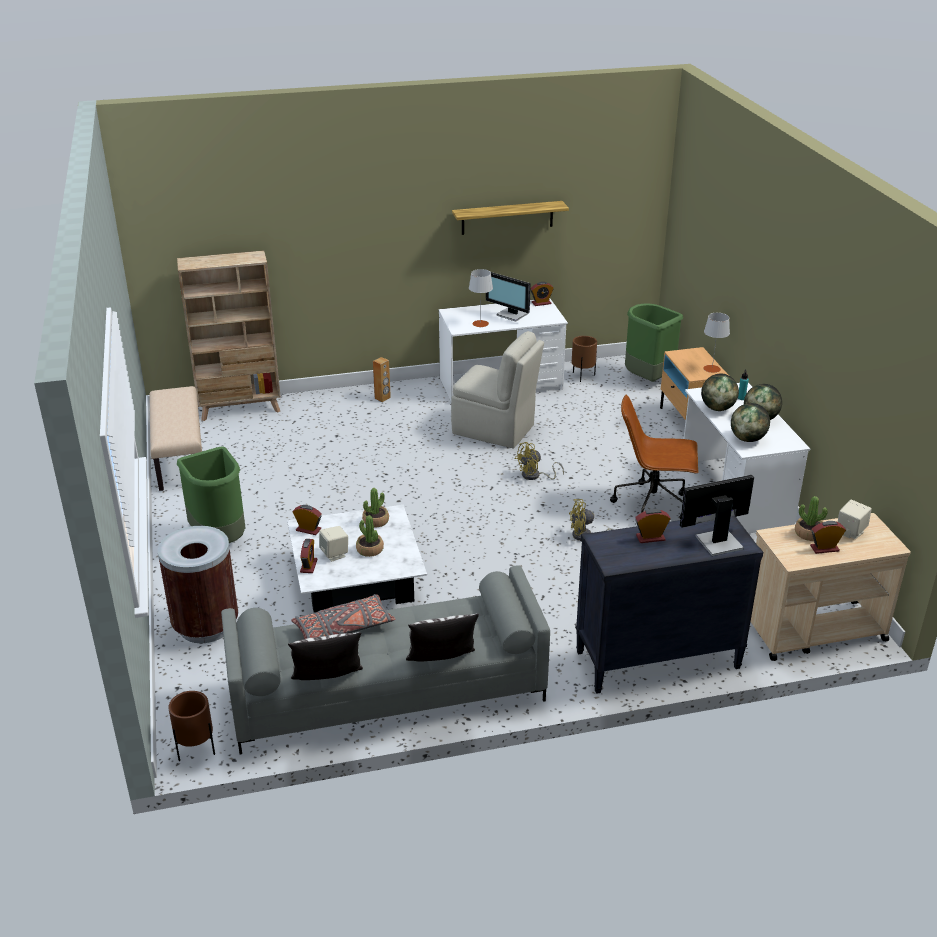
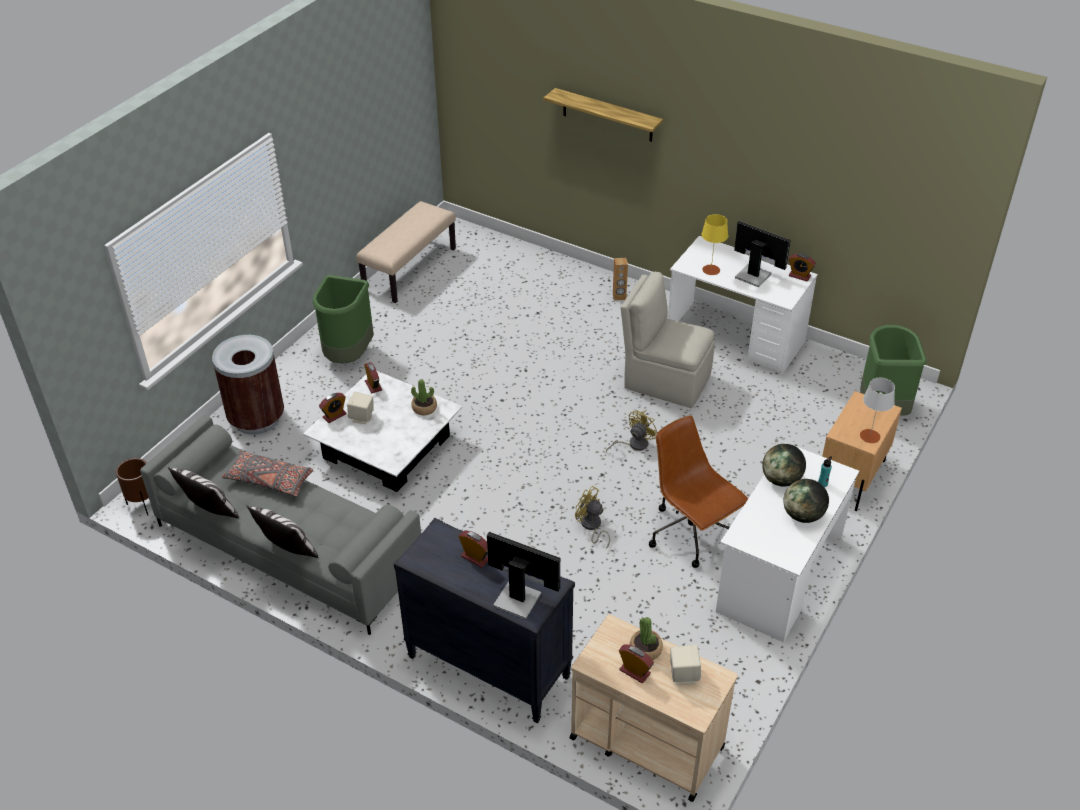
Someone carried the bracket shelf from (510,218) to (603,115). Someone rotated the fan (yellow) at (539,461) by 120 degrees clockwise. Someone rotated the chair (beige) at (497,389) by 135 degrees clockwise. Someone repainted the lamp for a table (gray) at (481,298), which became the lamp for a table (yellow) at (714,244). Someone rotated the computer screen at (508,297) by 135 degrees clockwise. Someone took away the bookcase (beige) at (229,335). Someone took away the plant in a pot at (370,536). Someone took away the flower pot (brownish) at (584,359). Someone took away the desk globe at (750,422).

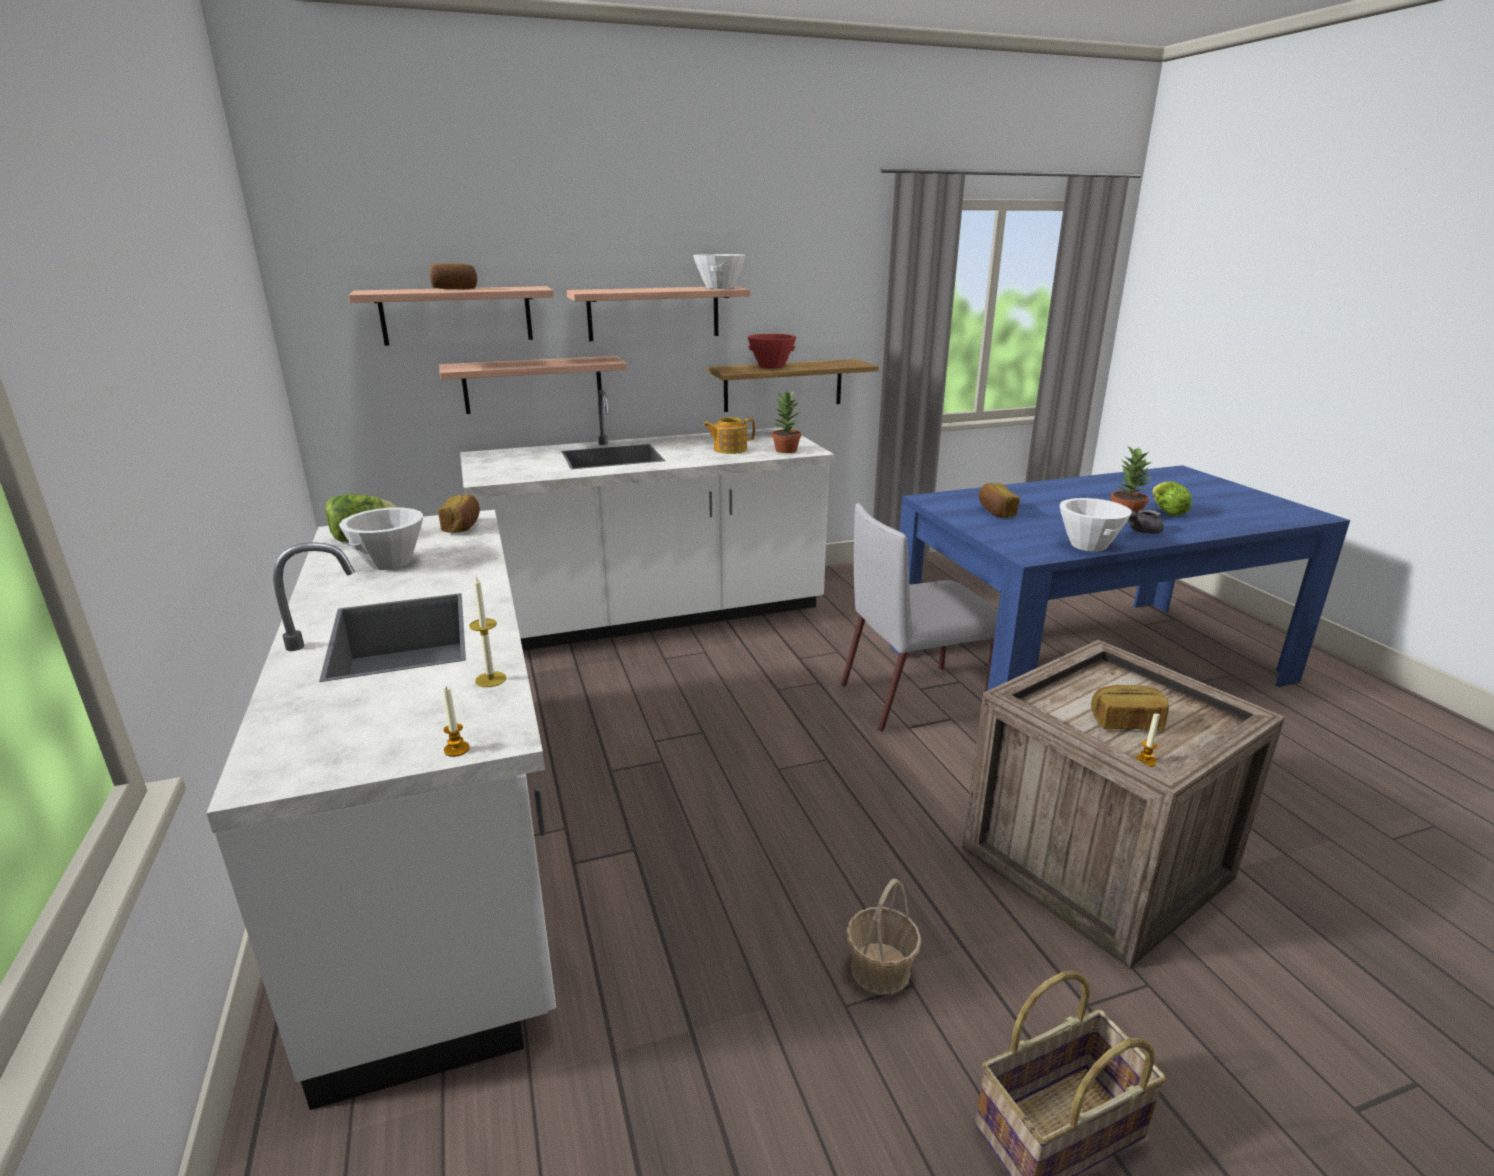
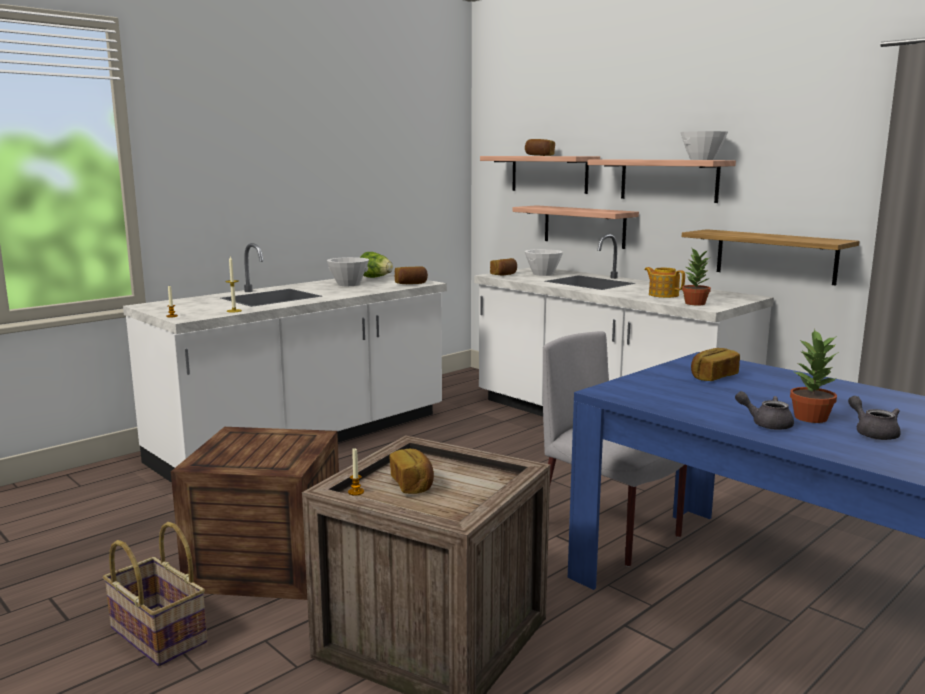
Someone swapped the household basket at (884,936) for the shipping crate at (255,513). Someone put down the bakery bread at (503,266). Someone carried the bowl (white-coloured) from (1096,525) to (544,262). Someone swapped the lettuce head at (1172,498) for the teapot (gray) at (874,418). Someone took away the bowl (reddish) at (771,351).

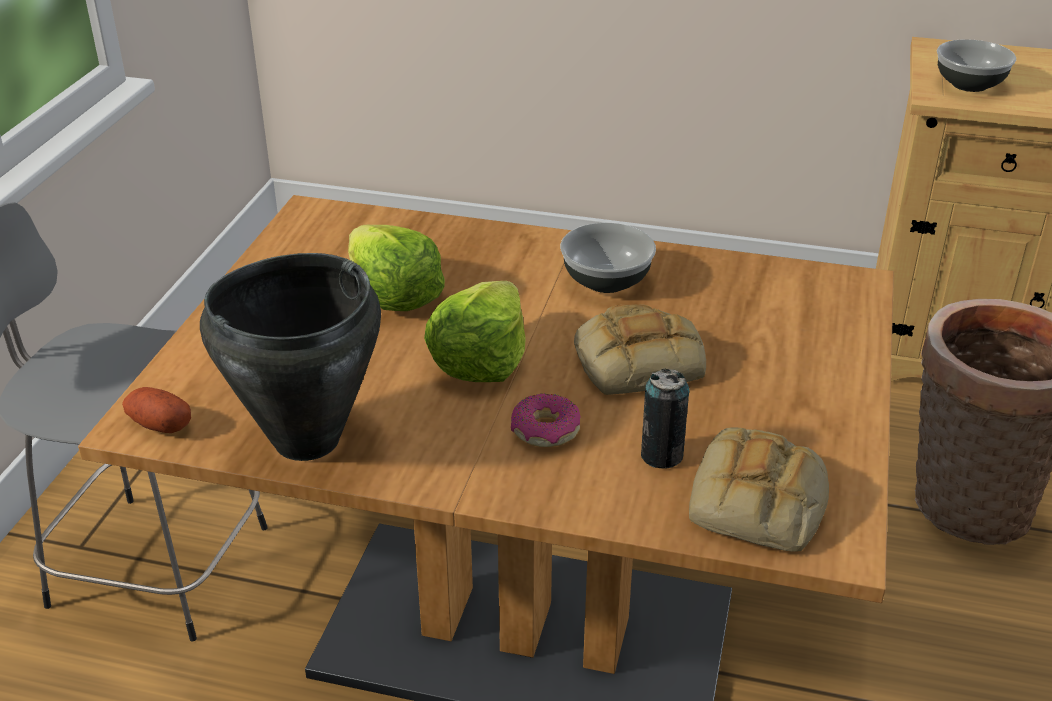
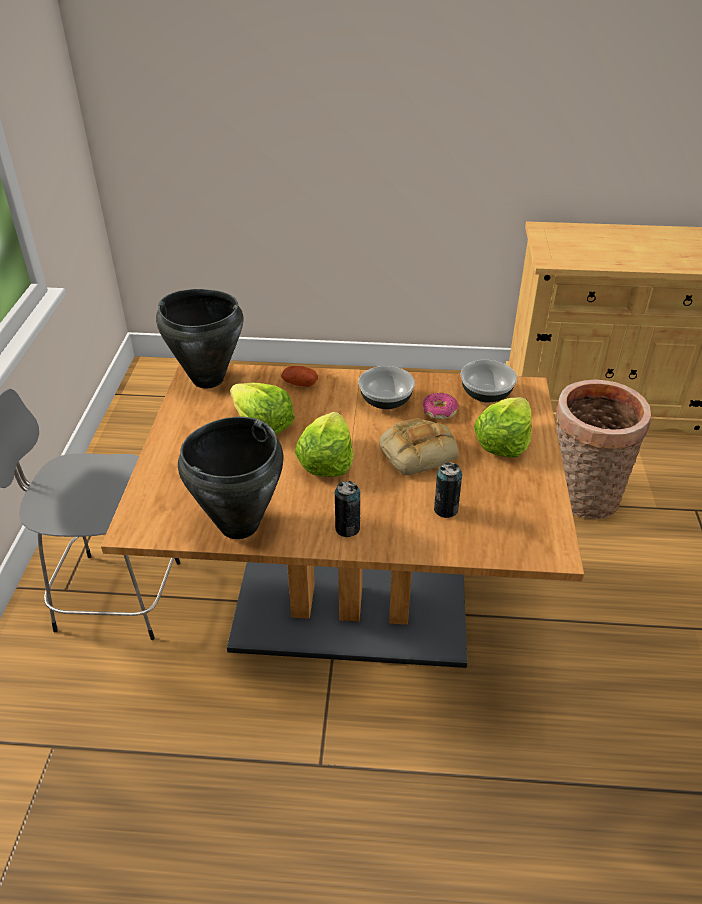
Someone put down the cooking pot (blackish) at (200,338). Someone carried the whole potato from (156,410) to (299,376). Someone put down the sealed can at (347,509). Someone carried the doughnut from (546,420) to (440,406). Someone carried the bowl from (976,65) to (489,381). Someone put down the lettuce head at (502,427). Someone took away the bakery bread at (759,490).

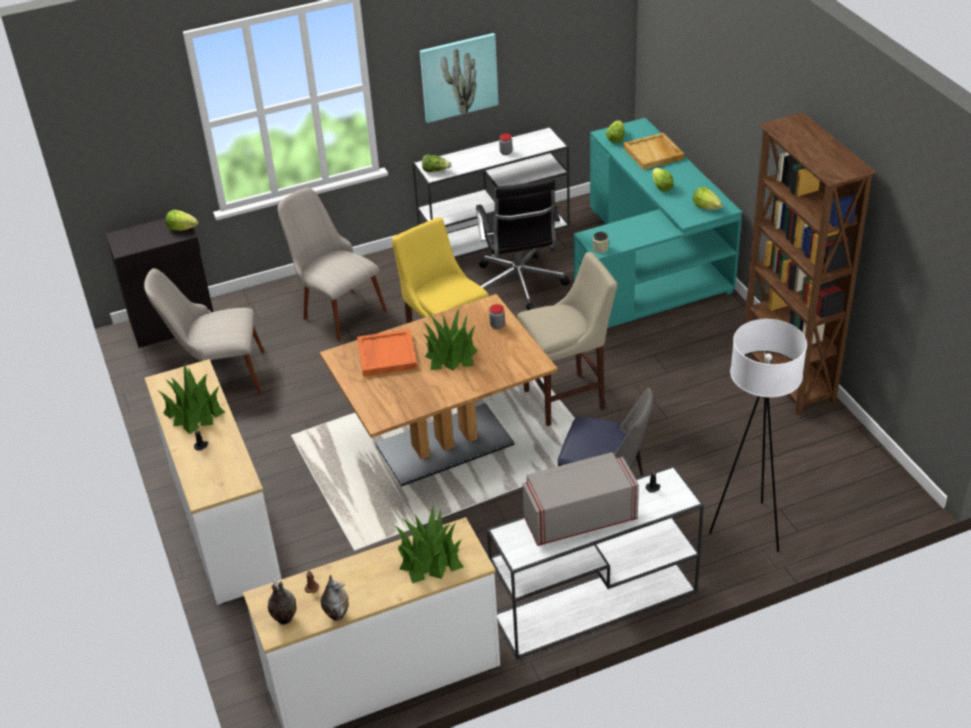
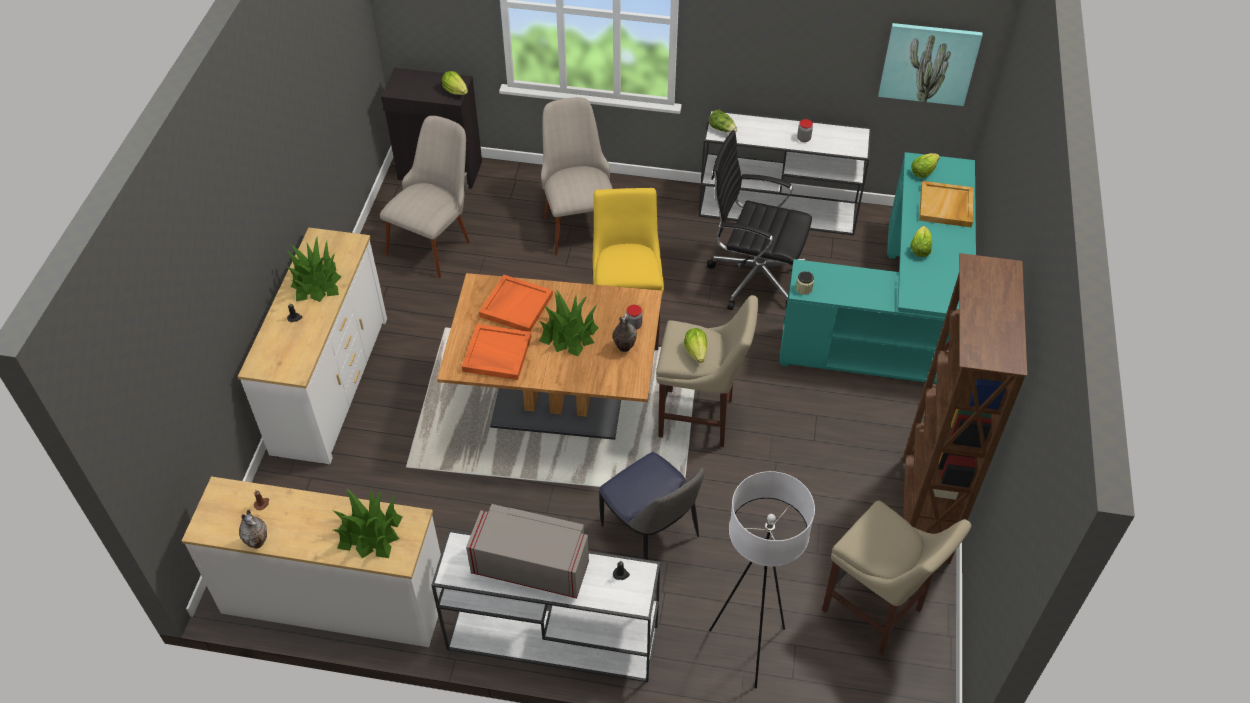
Someone rotated the chair (beige) at (204,331) by 90 degrees clockwise. Someone put down the serving tray (orange) at (496,352). Someone carried the vase from (282,602) to (625,332). Someone carried the lettuce head from (707,198) to (695,345). Someone rotated the office chair (blackish) at (523,244) by 90 degrees clockwise. Someone put down the stool (beige) at (896,578). Someone carried the wall picture from (459,78) to (930,64).

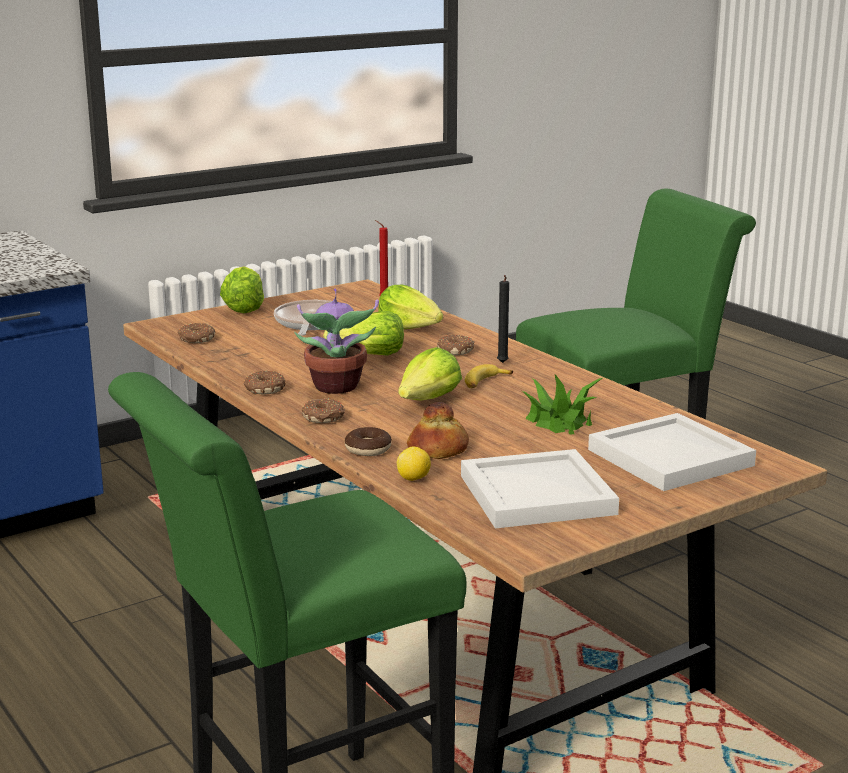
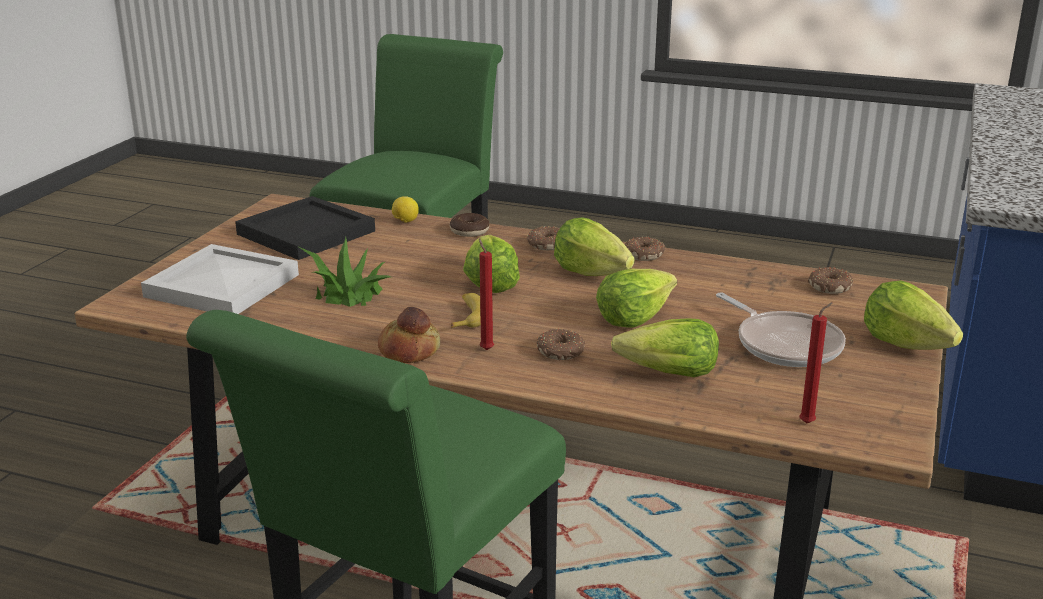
Someone repainted the serving tray (white-coloured) at (540,488), which became the serving tray (blackish) at (305,228). Someone carried the bakery bread from (438,430) to (409,335). Someone repainted the candle (blackish) at (503,319), which became the candle (reddish) at (486,294). Someone swapped the plant in a pot at (336,341) for the lettuce head at (594,246).

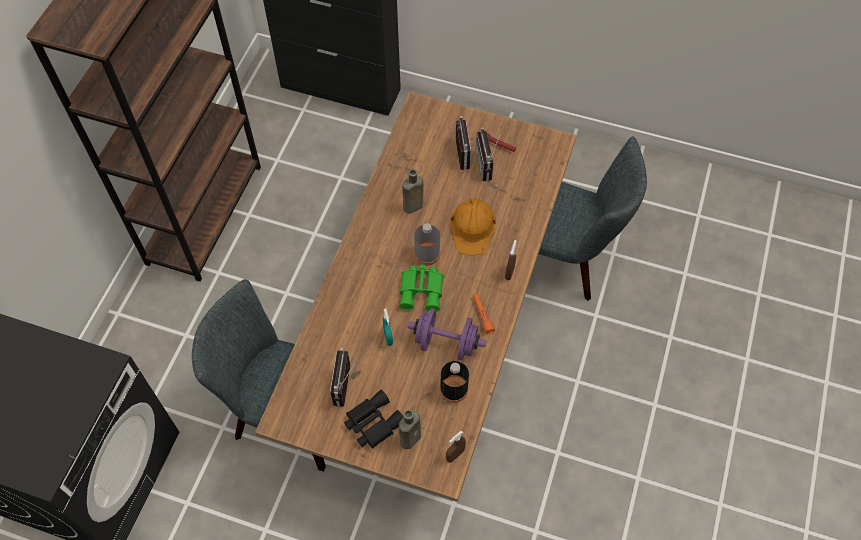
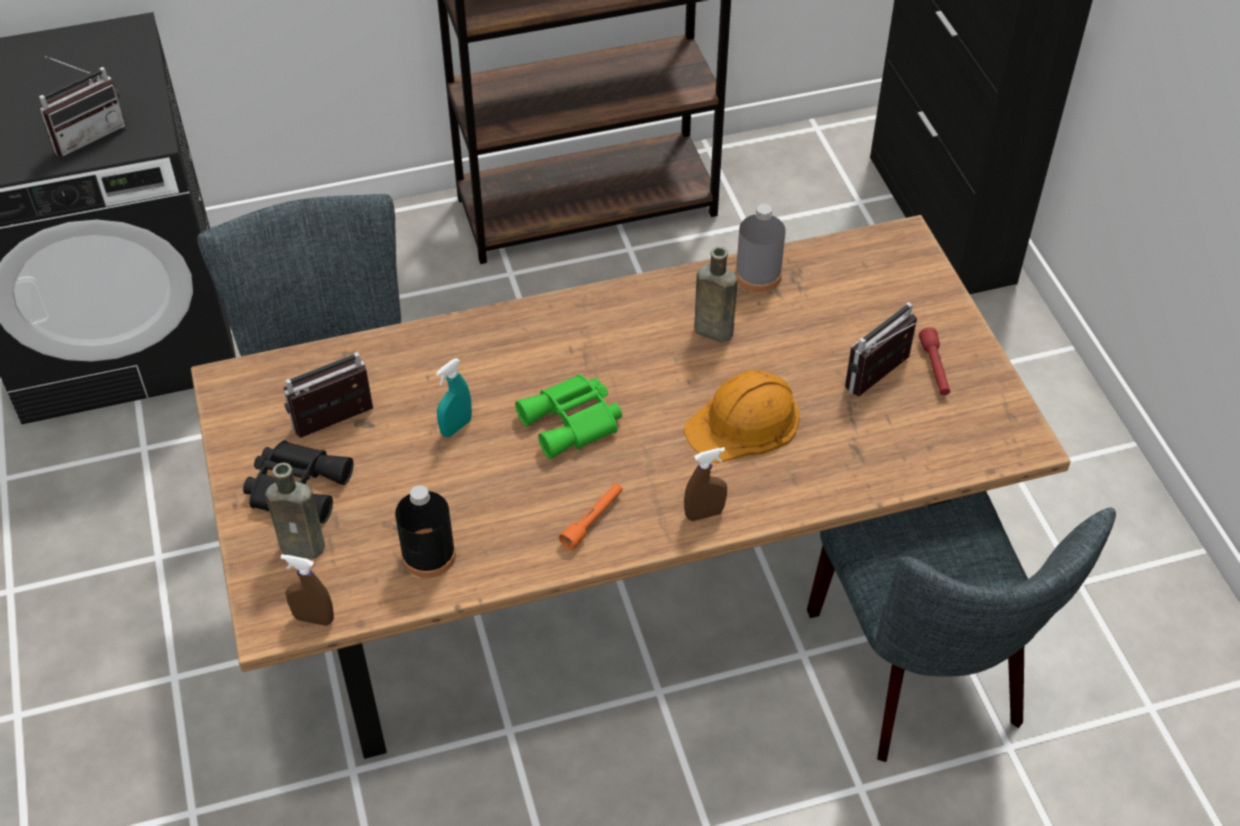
Someone carried the radio receiver from (459,143) to (82,106). Someone carried the beverage bottle (gray) from (427,244) to (760,248). Someone took away the dumbbell (purple) at (446,334).

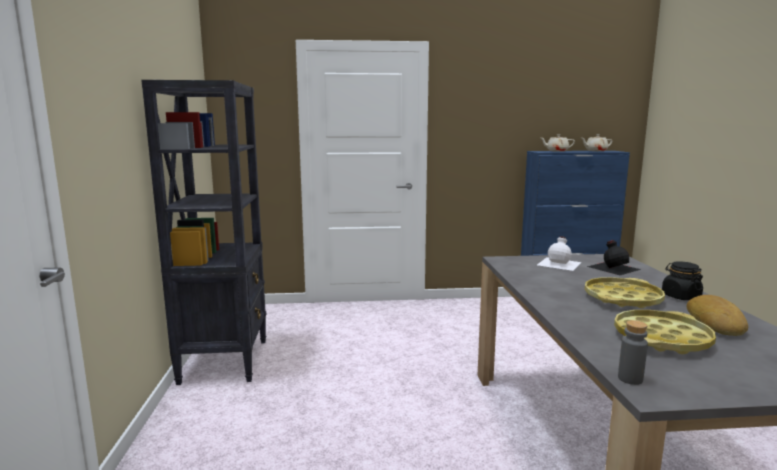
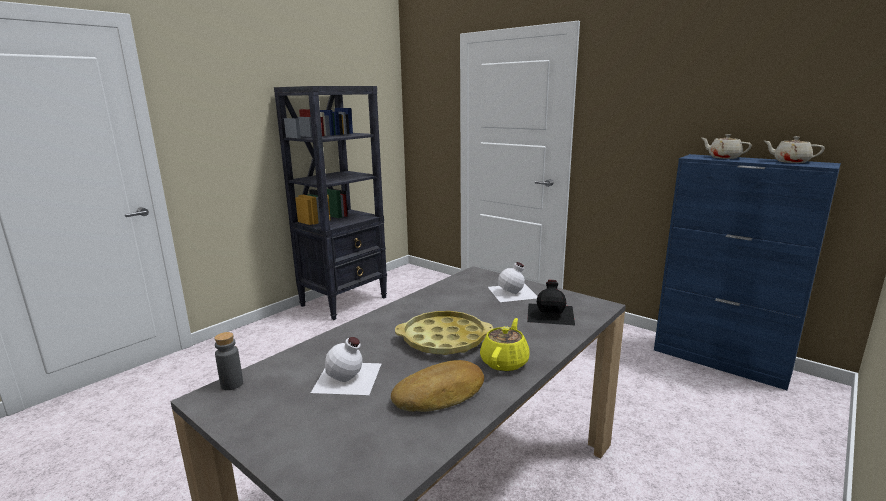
Someone swapped the serving tray (yellow) at (665,332) for the beverage bottle (white-coloured) at (346,366). Someone swapped the jar (blackish) at (682,280) for the teapot (yellow) at (505,345).

